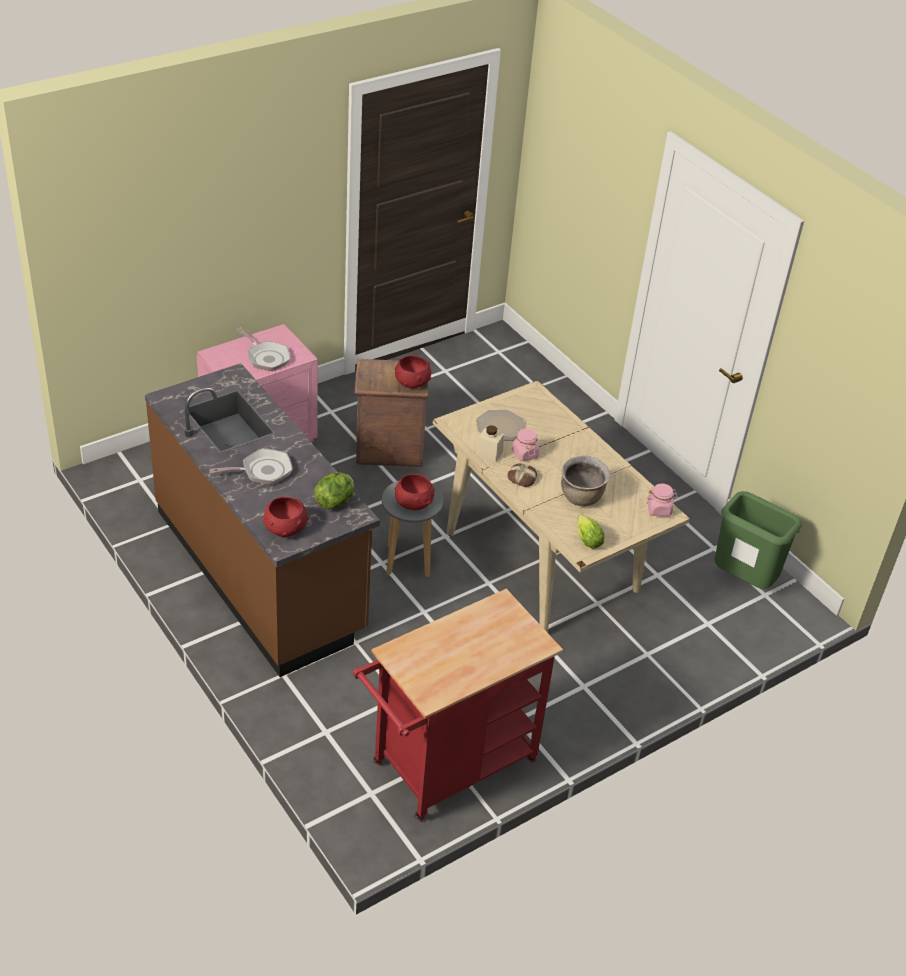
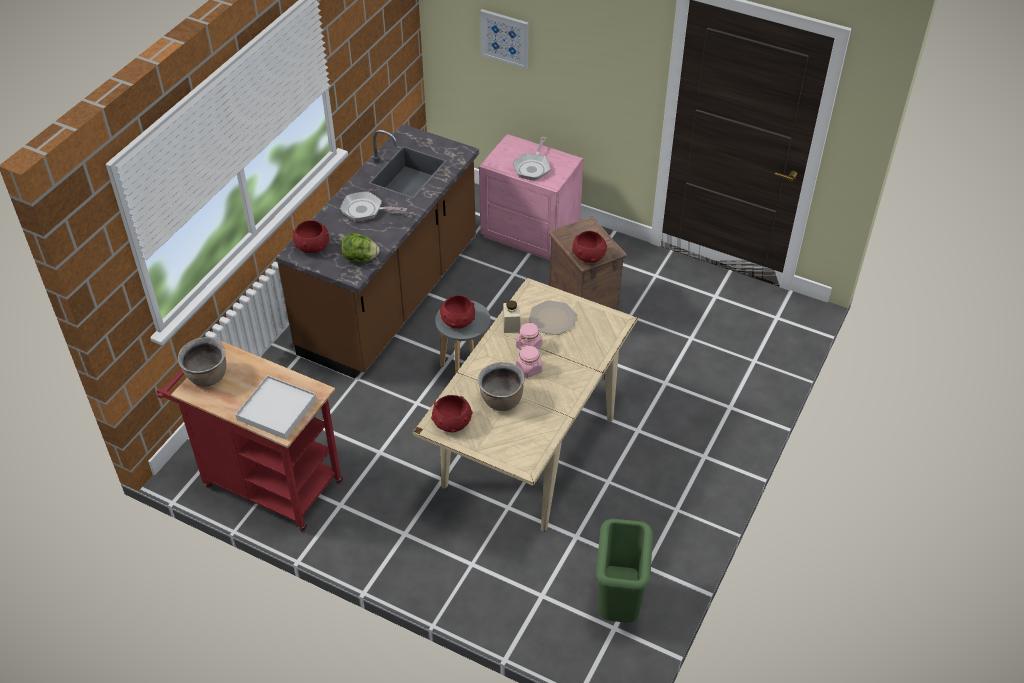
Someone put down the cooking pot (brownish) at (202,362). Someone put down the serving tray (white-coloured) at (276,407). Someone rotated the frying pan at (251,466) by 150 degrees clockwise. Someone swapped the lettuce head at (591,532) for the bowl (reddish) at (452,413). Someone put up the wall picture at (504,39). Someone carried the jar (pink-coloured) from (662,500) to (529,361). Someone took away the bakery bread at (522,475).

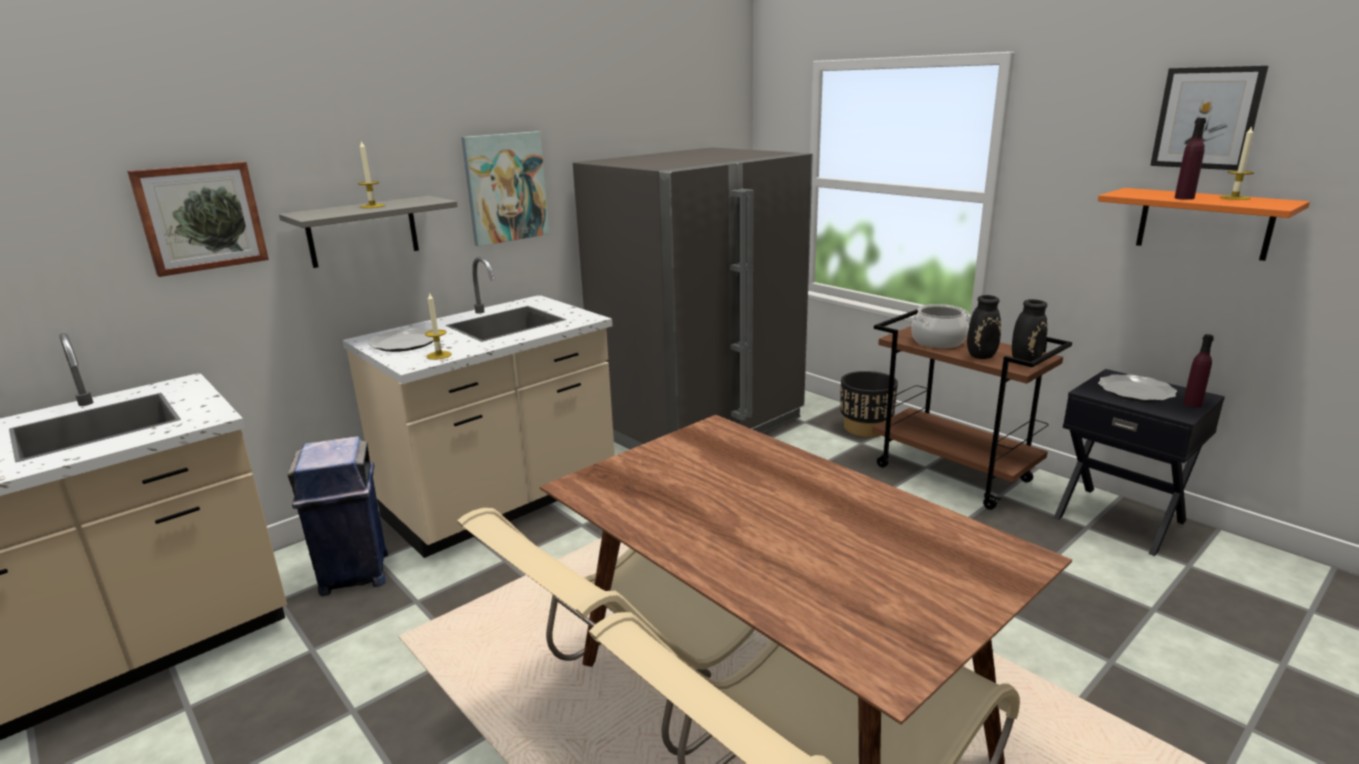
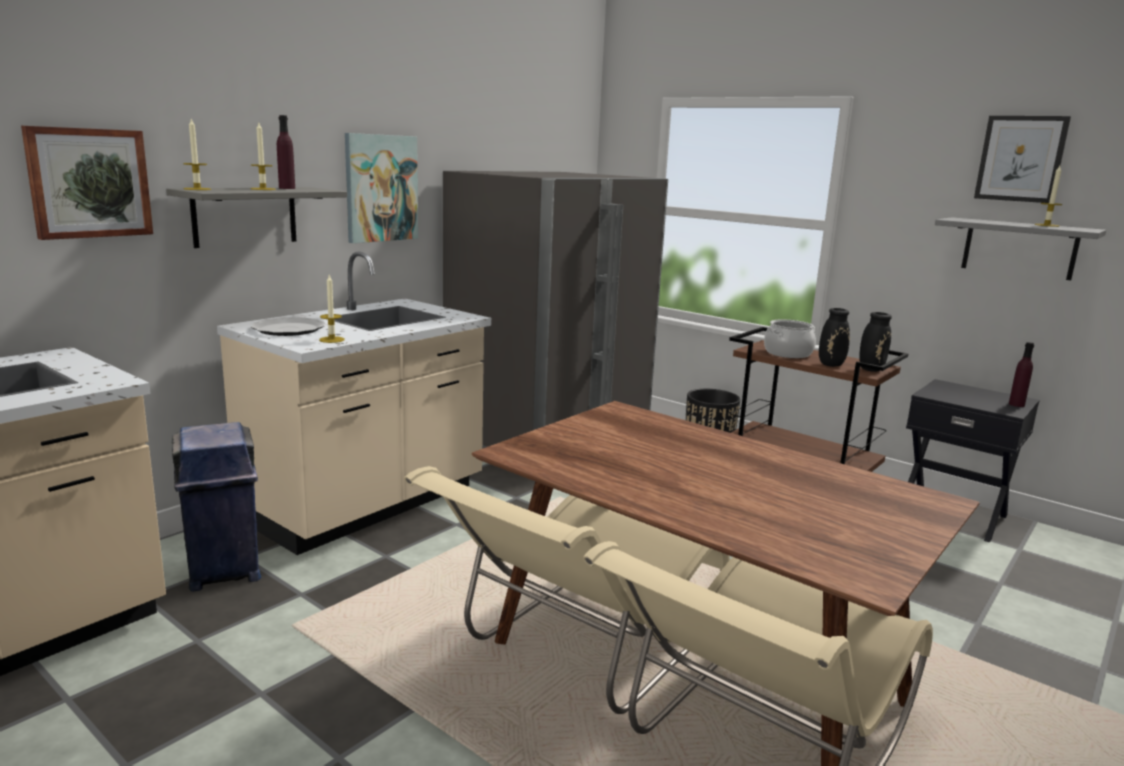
Someone put down the candle at (197,154). Someone carried the beverage bottle (purple) from (1190,159) to (286,152). Someone repainted the bracket shelf (orange) at (1204,224), which became the bracket shelf (gray) at (1020,248). Someone took away the plate at (1137,388).

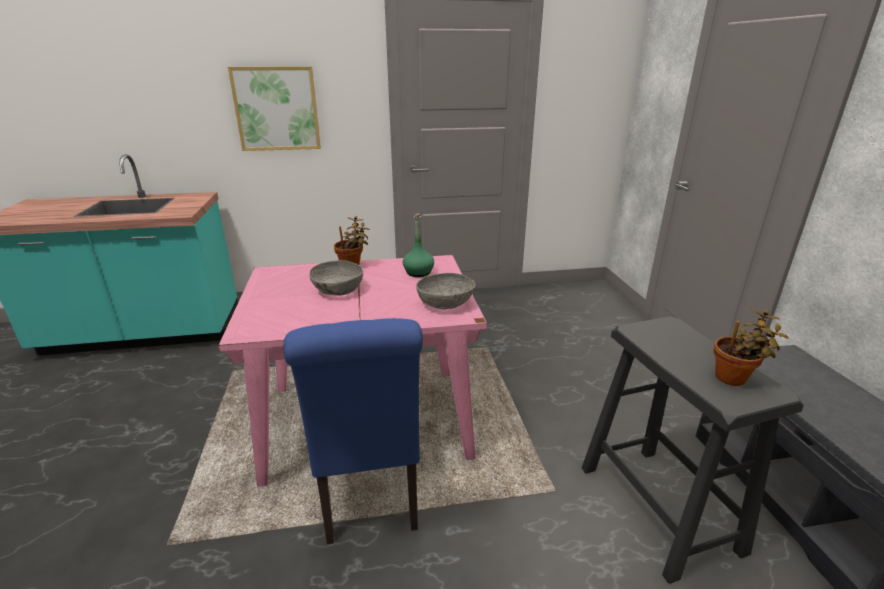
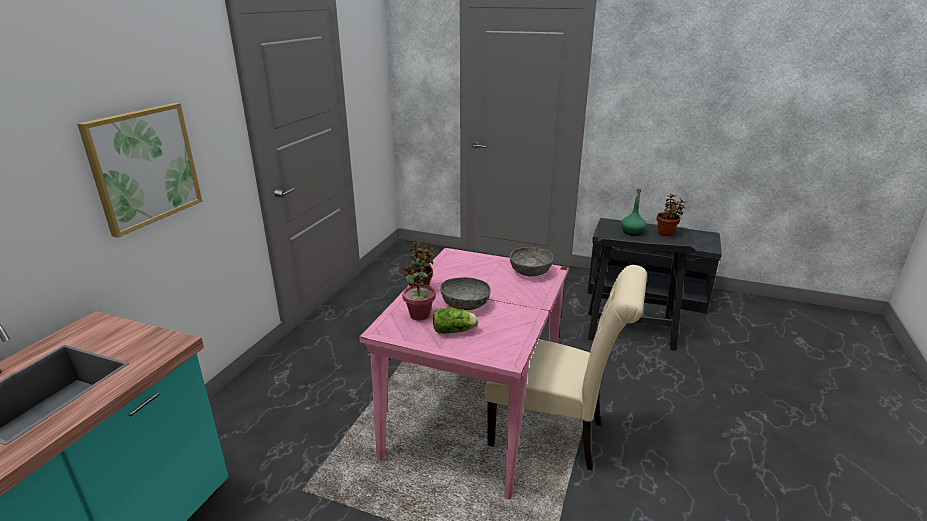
Someone put down the plant in a pot at (419,288). Someone put down the lettuce head at (455,321). Someone repainted the chair (blue) at (353,431), which became the chair (beige) at (565,368). Someone carried the beverage bottle (greenish) from (418,245) to (633,212).

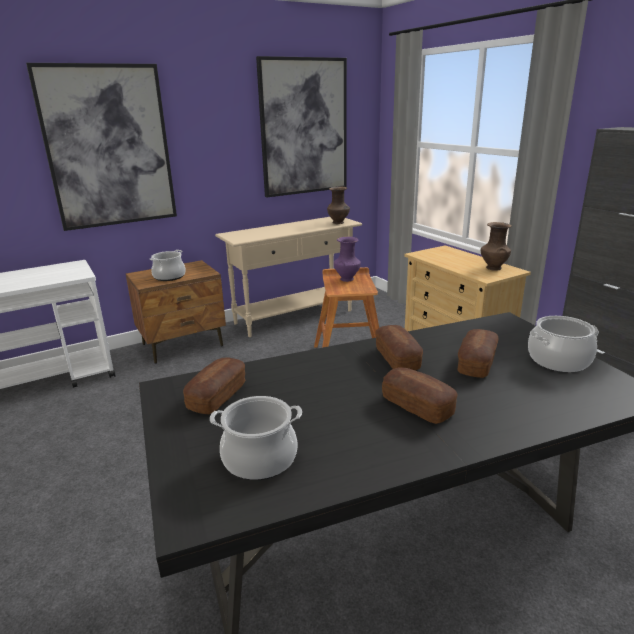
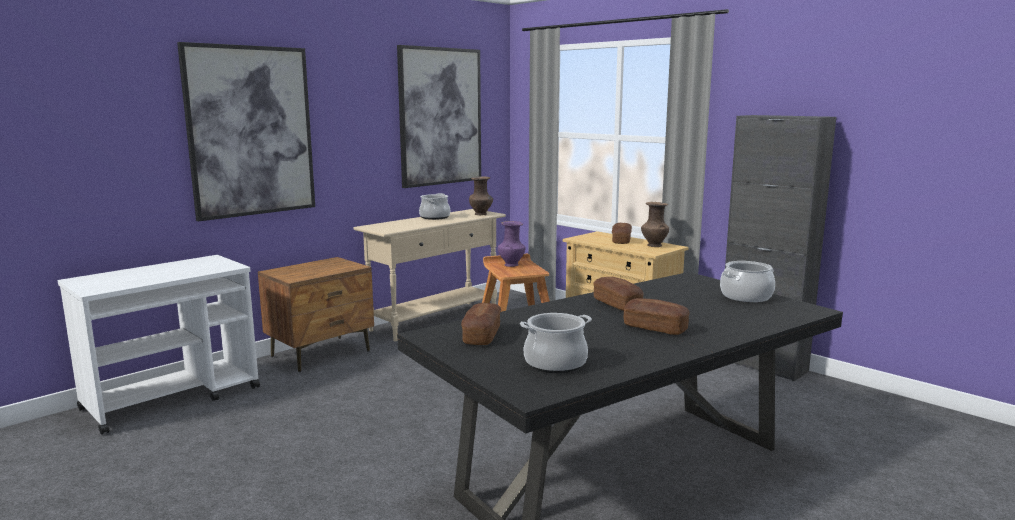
Someone carried the cooking pot from (168,265) to (434,206). Someone carried the bakery bread from (478,353) to (622,233).

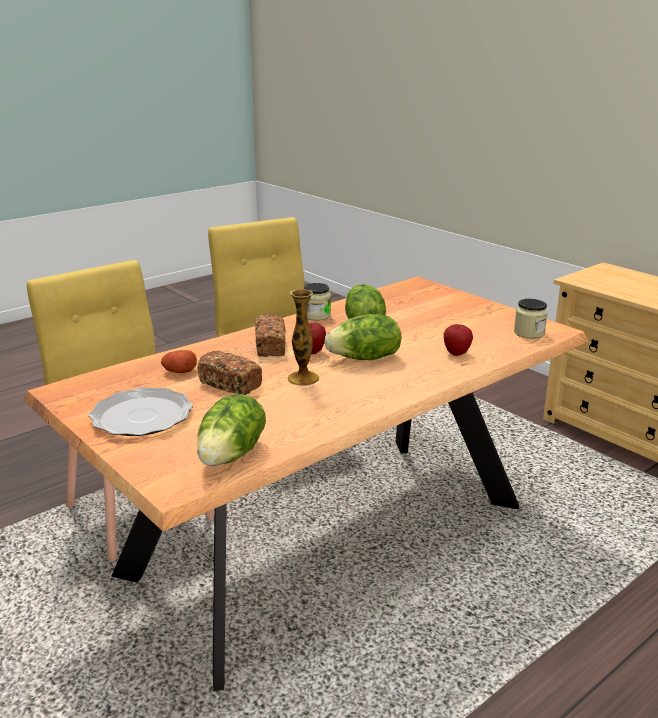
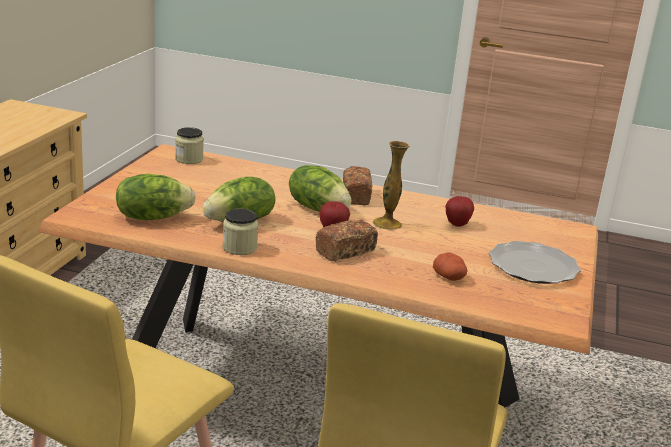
Someone carried the lettuce head from (231,430) to (156,197). Someone carried the bakery bread from (229,373) to (358,185). Someone carried the whole apple from (458,340) to (460,211).

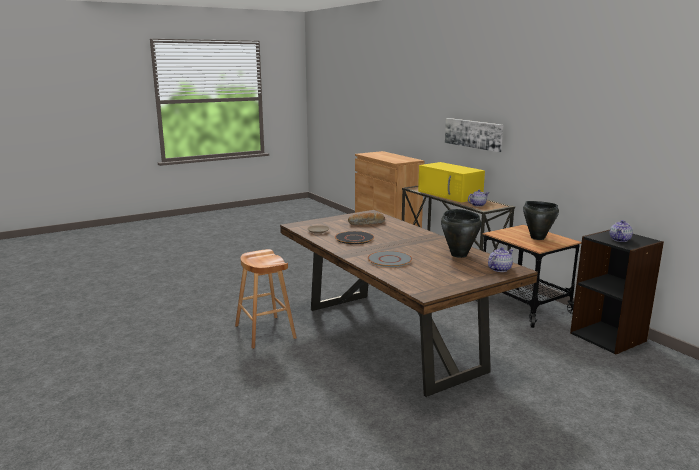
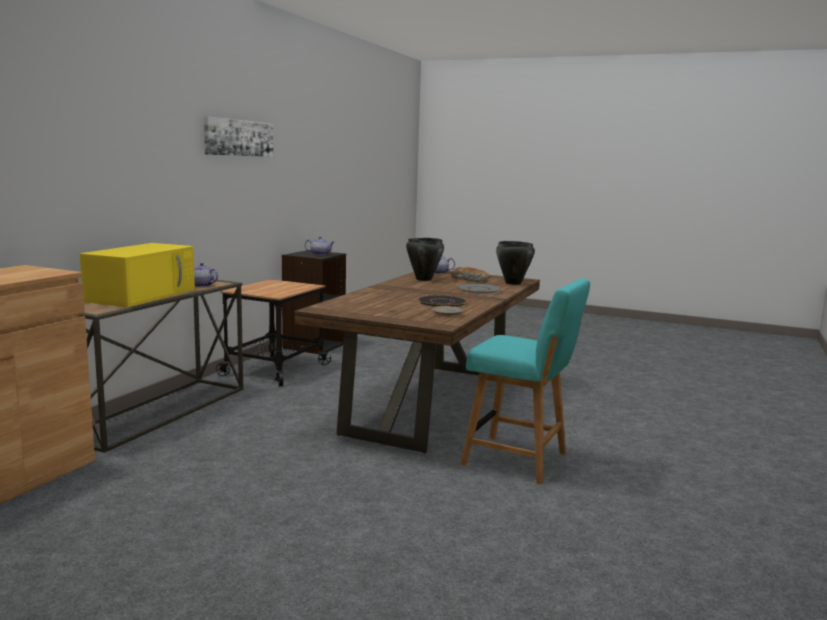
Someone carried the wall picture from (474,135) to (238,136). Someone carried the bakery bread from (366,219) to (471,275). Someone swapped the stool (brownish) at (266,299) for the chair (turquoise-coloured) at (525,381). Someone carried the cooking pot (blackish) from (541,220) to (515,263).

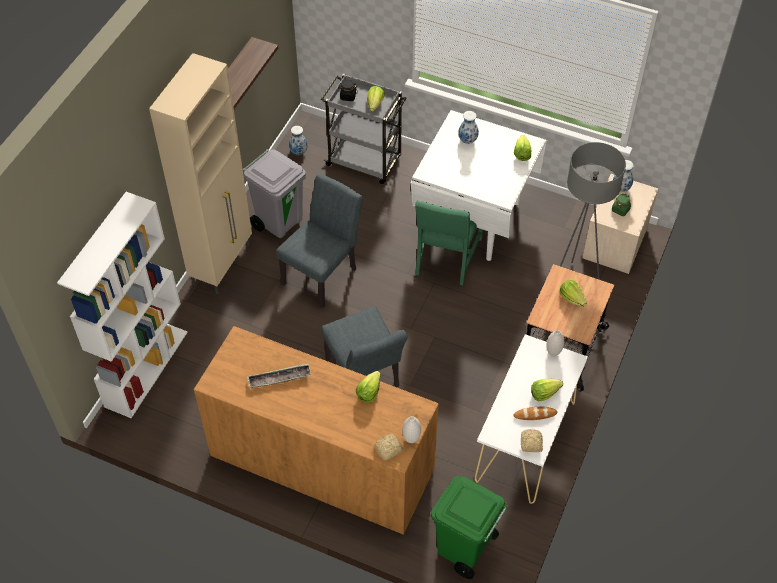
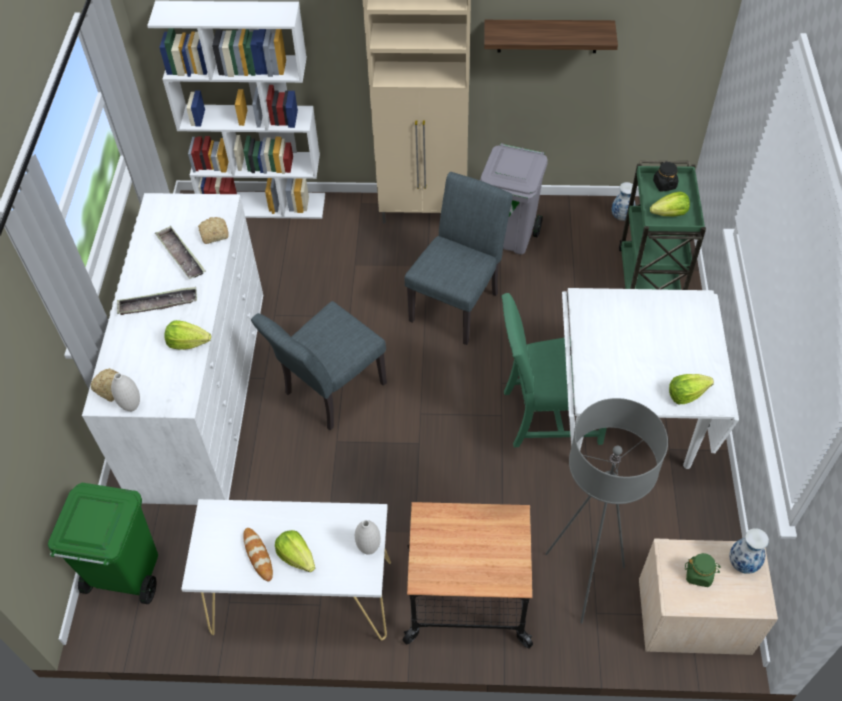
Someone repainted the chest of drawers (brownish) at (316,430), which became the chest of drawers (white-coloured) at (172,349). Someone put down the serving tray at (157,301). Someone carried the bakery bread from (532,440) to (213,230). Someone rotated the chair (gray) at (319,240) by 75 degrees counterclockwise. Someone repainted the cart (gray) at (364,128), which became the cart (greenish) at (662,225). Someone took away the vase at (468,127). Someone took away the lettuce head at (573,293).

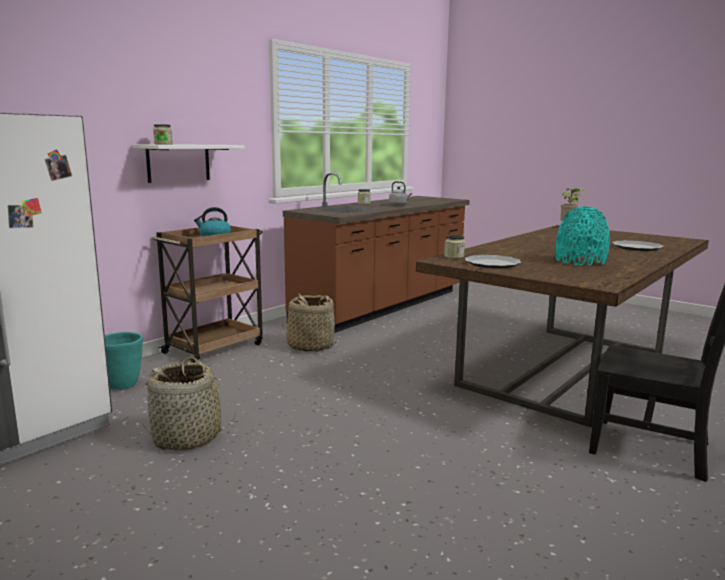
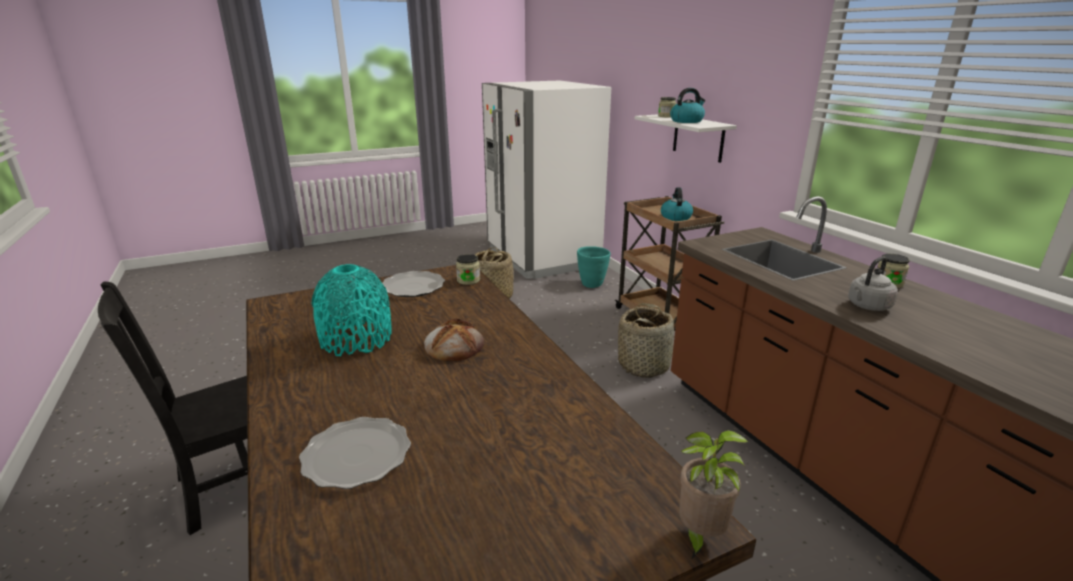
Someone put down the bakery bread at (454,339). Someone put down the tea kettle at (687,105).

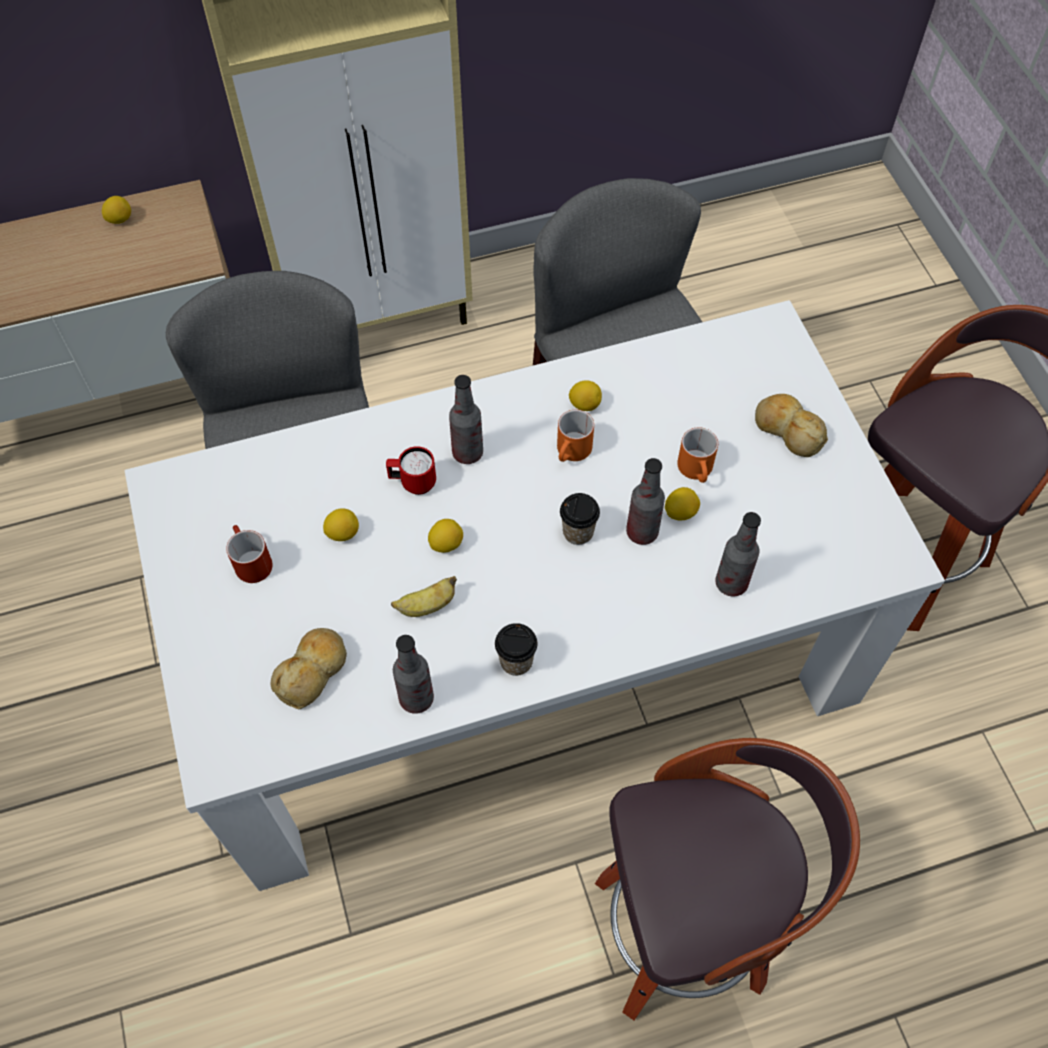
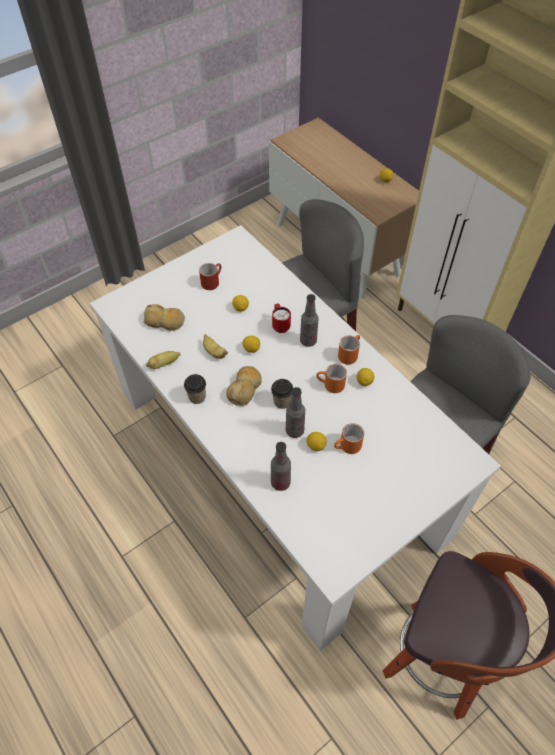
Someone swapped the beverage bottle at (413,674) for the whole banana at (163,360). Someone carried the bakery bread from (791,425) to (244,386). Someone put down the mug (orange) at (349,349). Someone took away the stool at (727,879).

